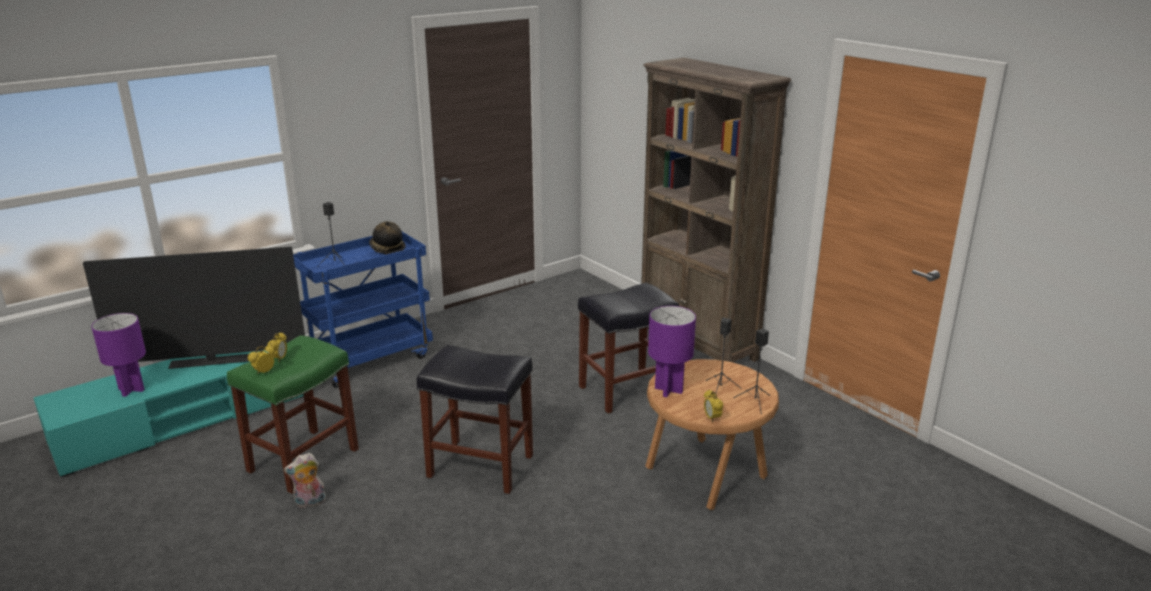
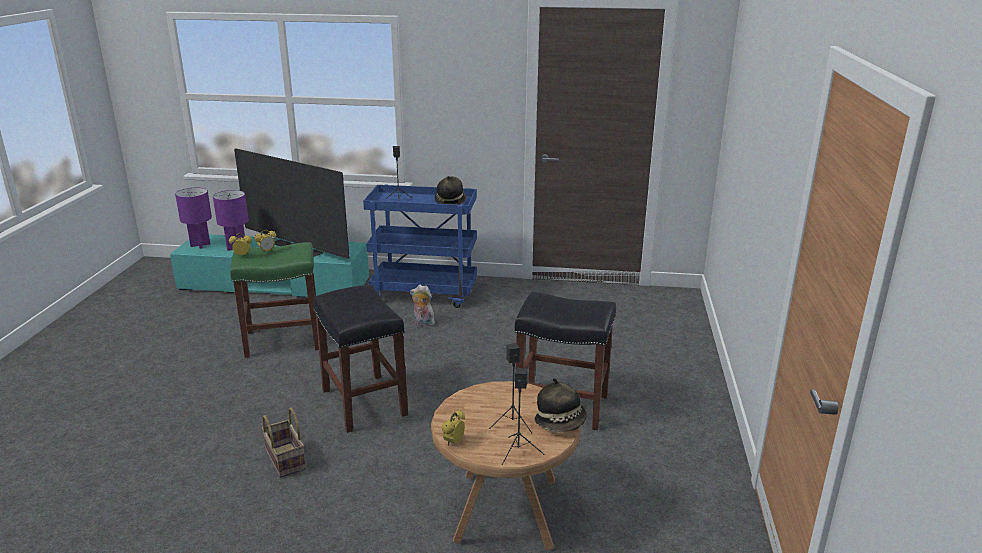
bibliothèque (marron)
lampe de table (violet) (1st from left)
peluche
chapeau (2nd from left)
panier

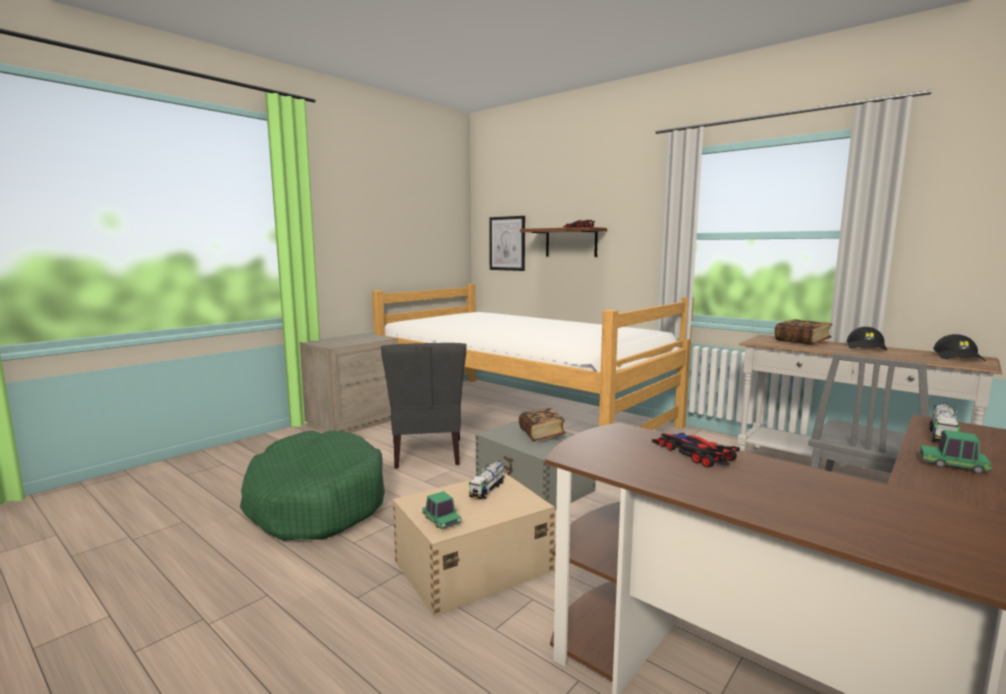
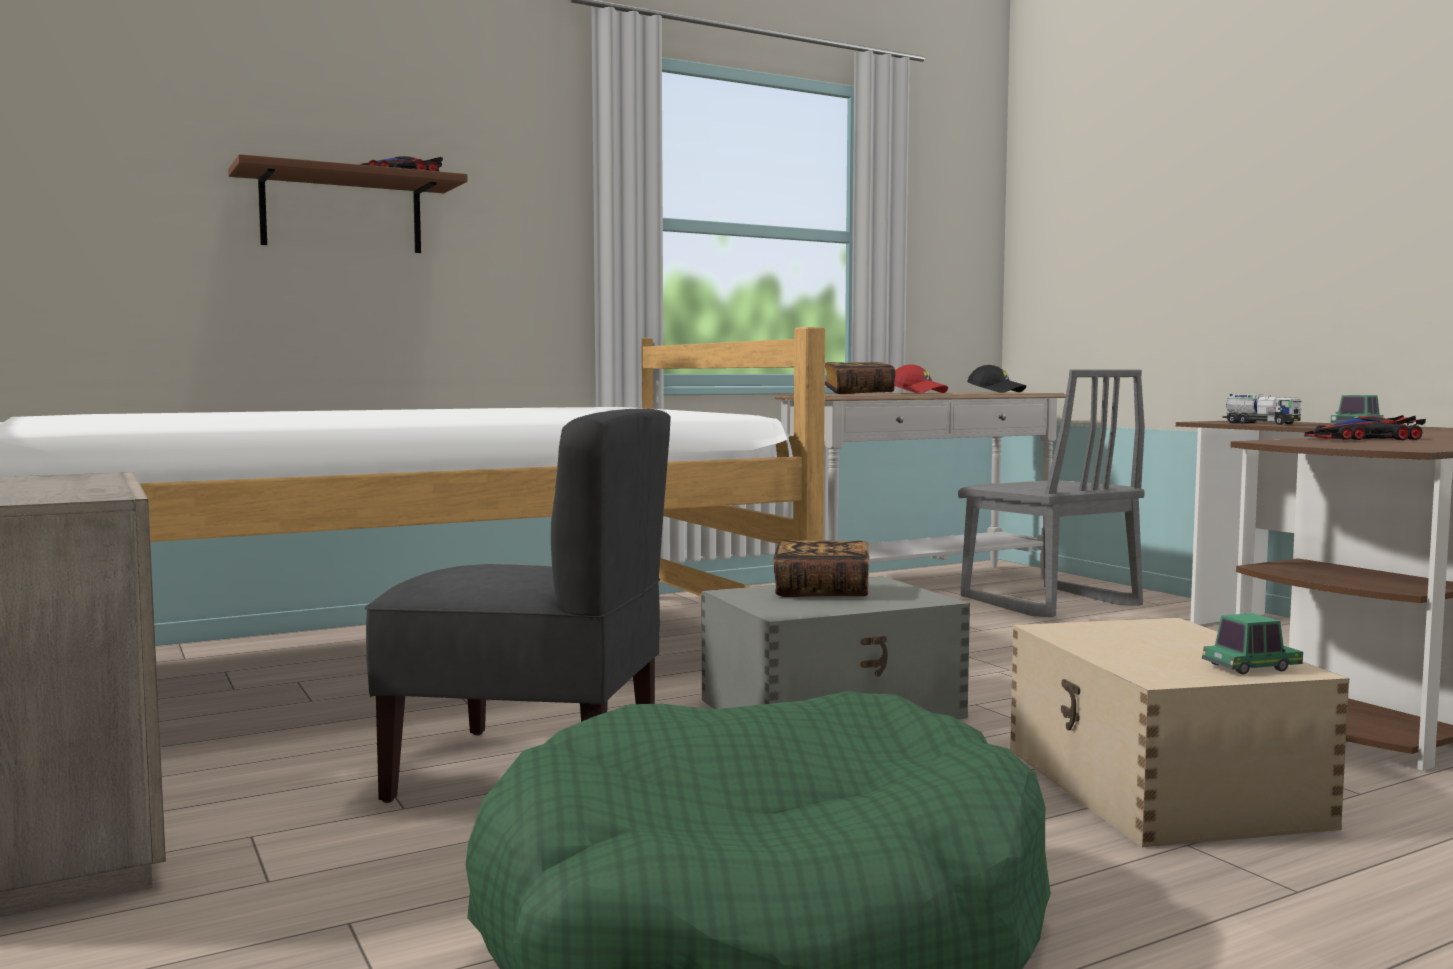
tableau
casquette (rouge)
camion jouet (1st from left in the first image)

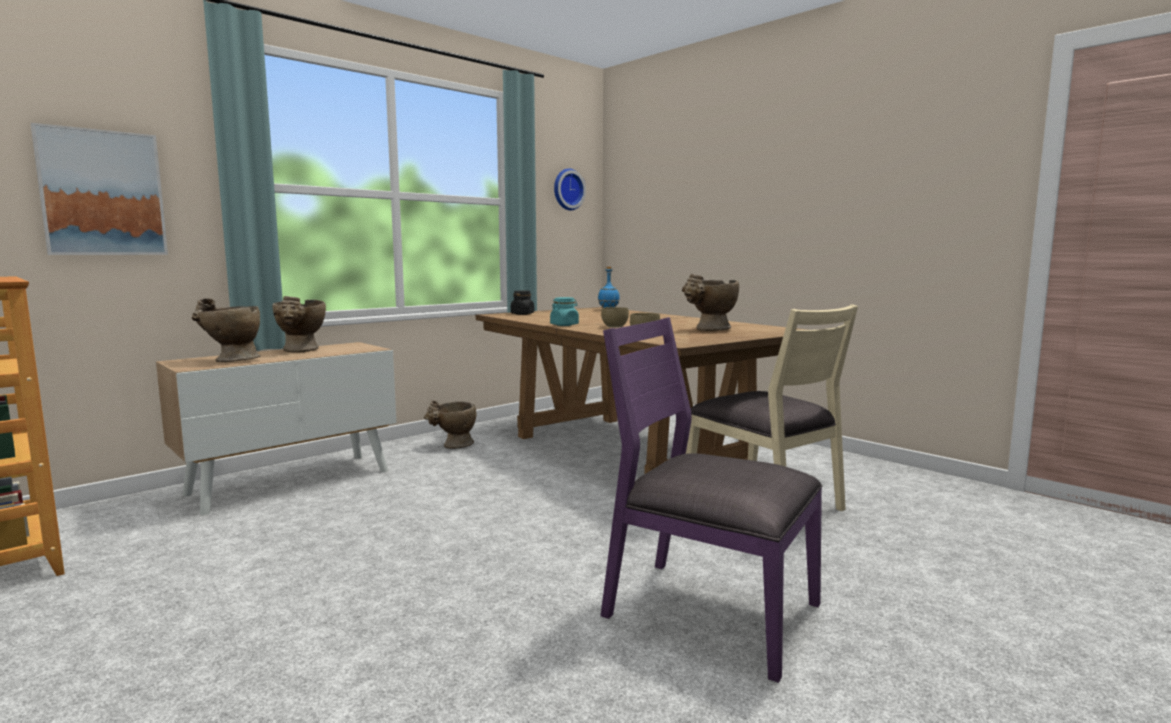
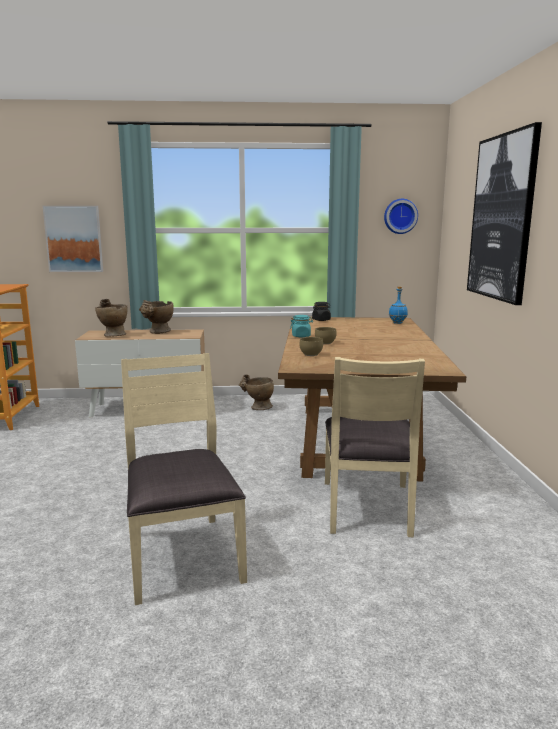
vase (beige) (4th from left in the first image)
chaise (beige) (1st from left)
tableau (2nd from left)

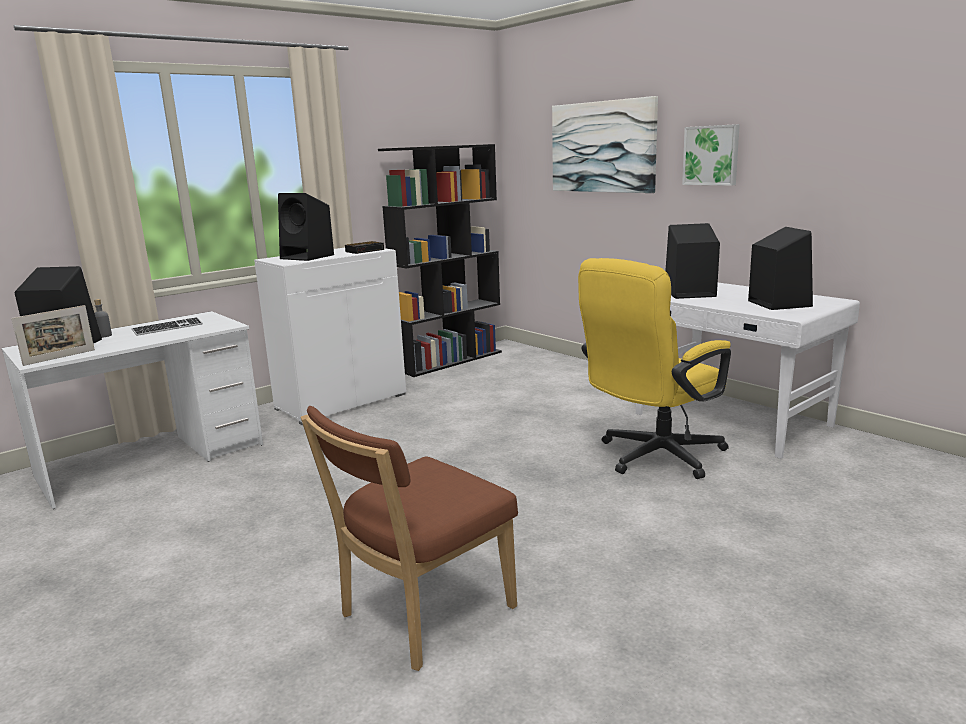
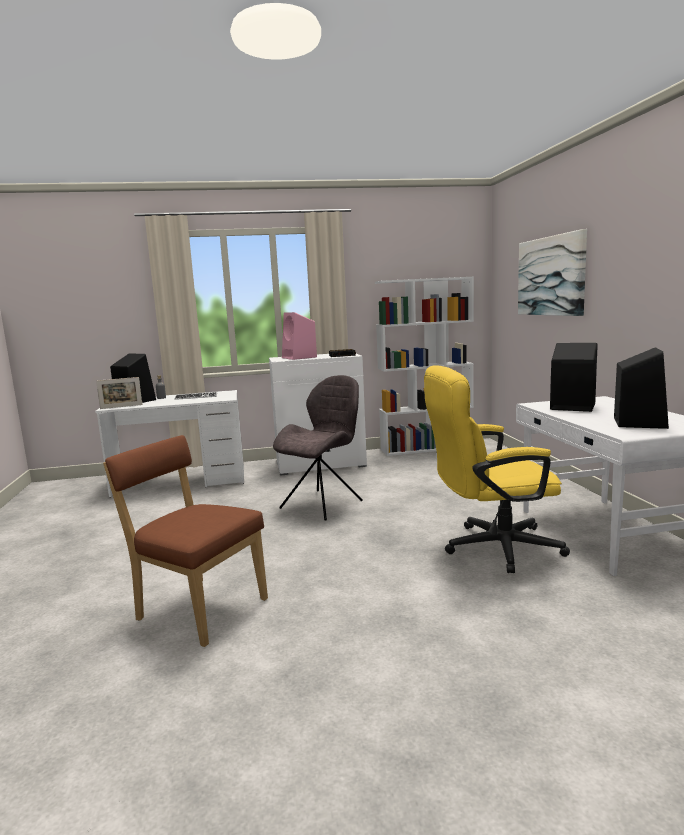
tableau (2nd from left in the first image)
bibliothèque (blanc)
enceinte (rose)
chaise (marron)
chaise (gris)

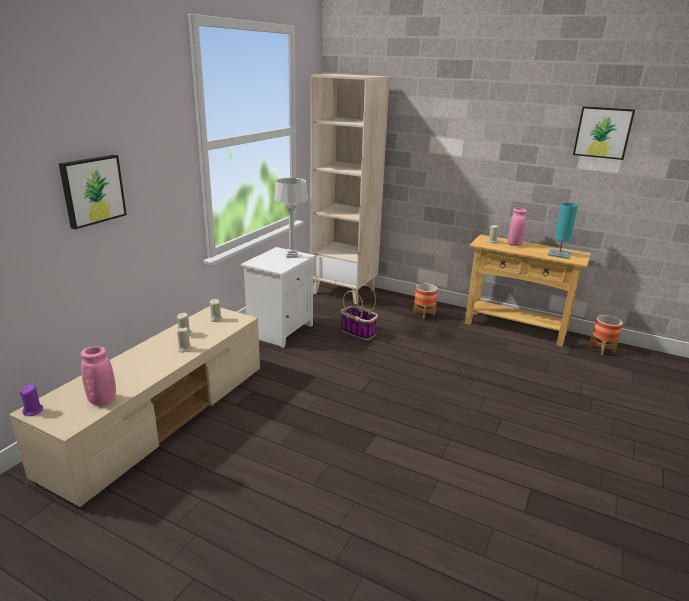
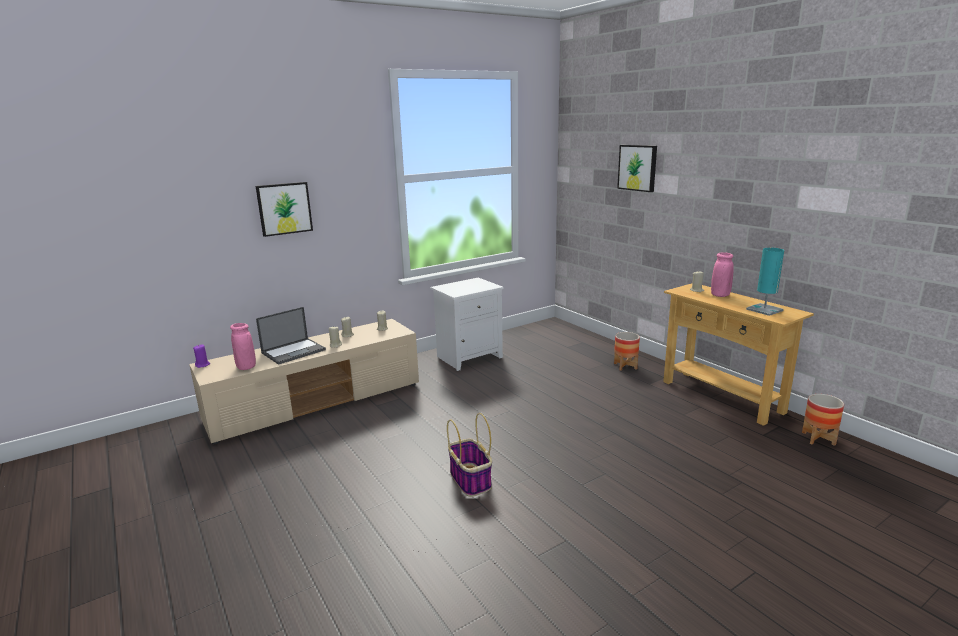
bibliothèque (beige)
tableau (2nd from left)
lampe de table (gris)
panier
ordinateur portable

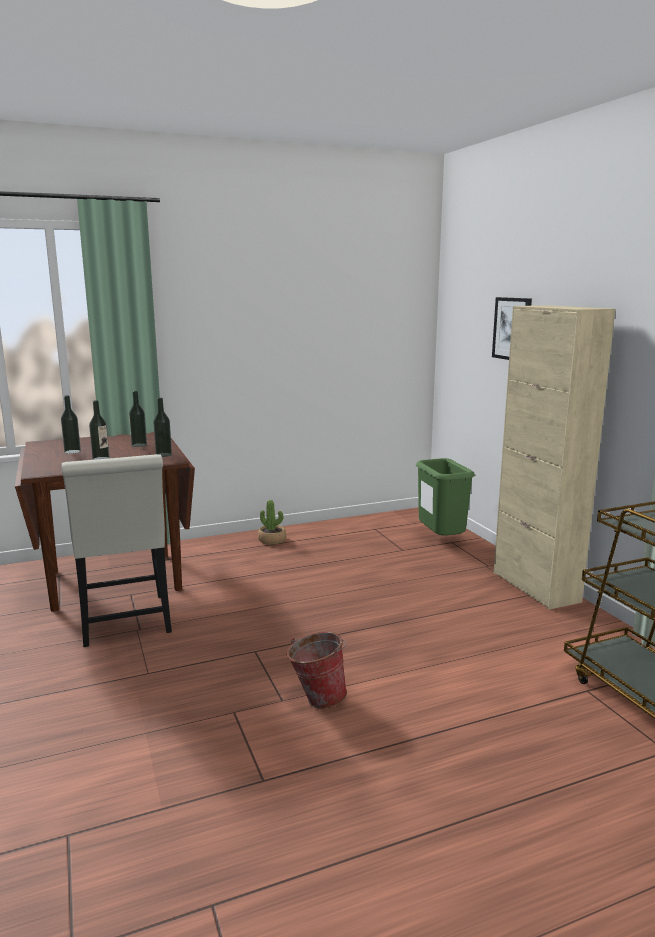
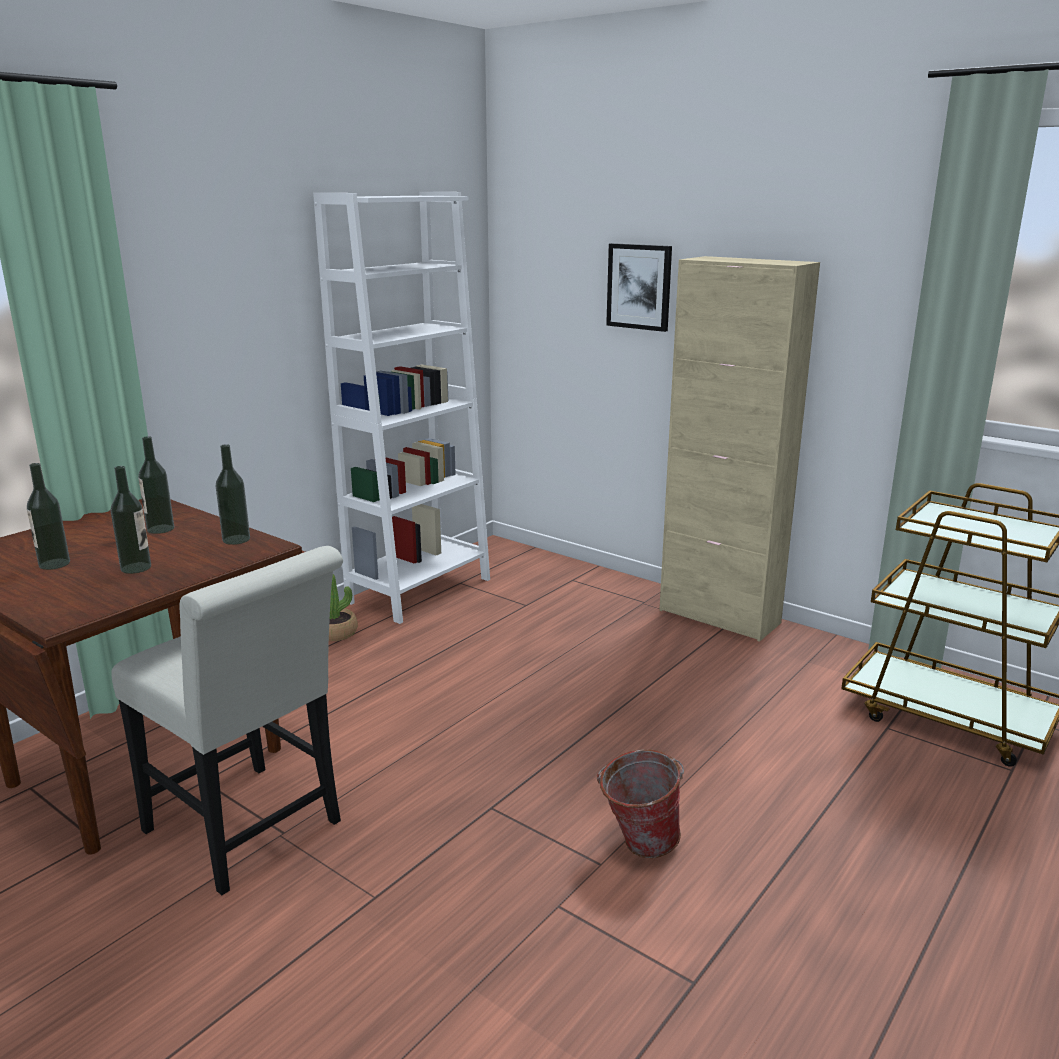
poubelle (vert)
bibliothèque (blanc)

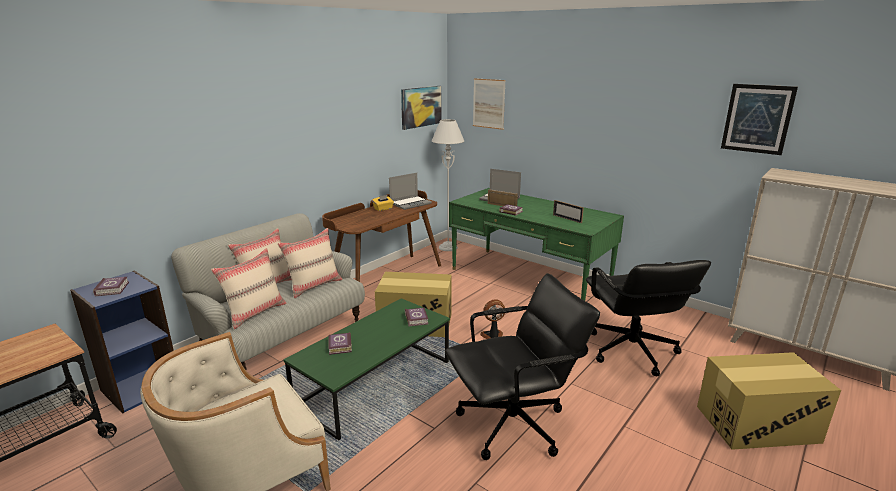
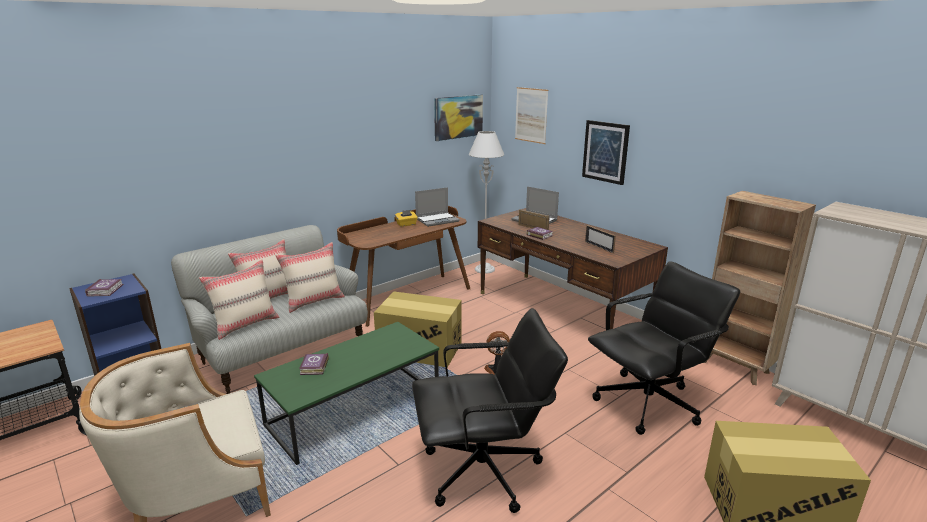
tableau (3rd from left)
bureau (marron) (2nd from left)
chaise de bureau (noir) (2nd from left)
livre (3rd from left in the first image)
bibliothèque (marron)

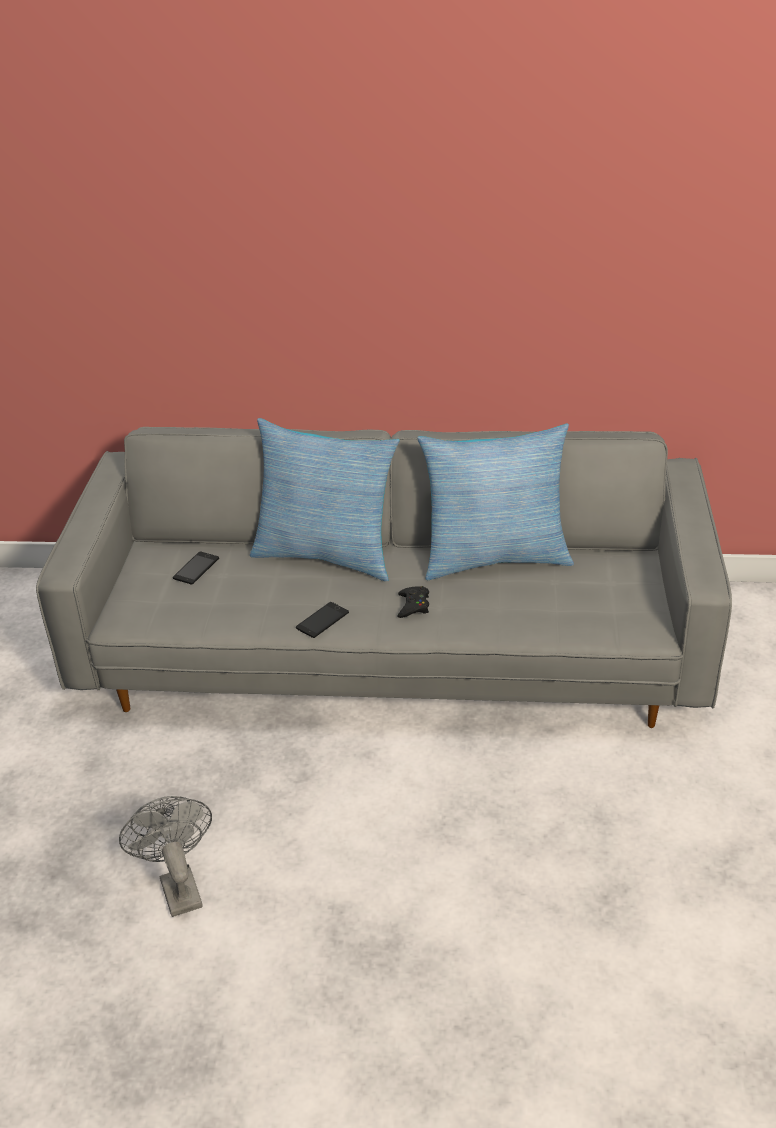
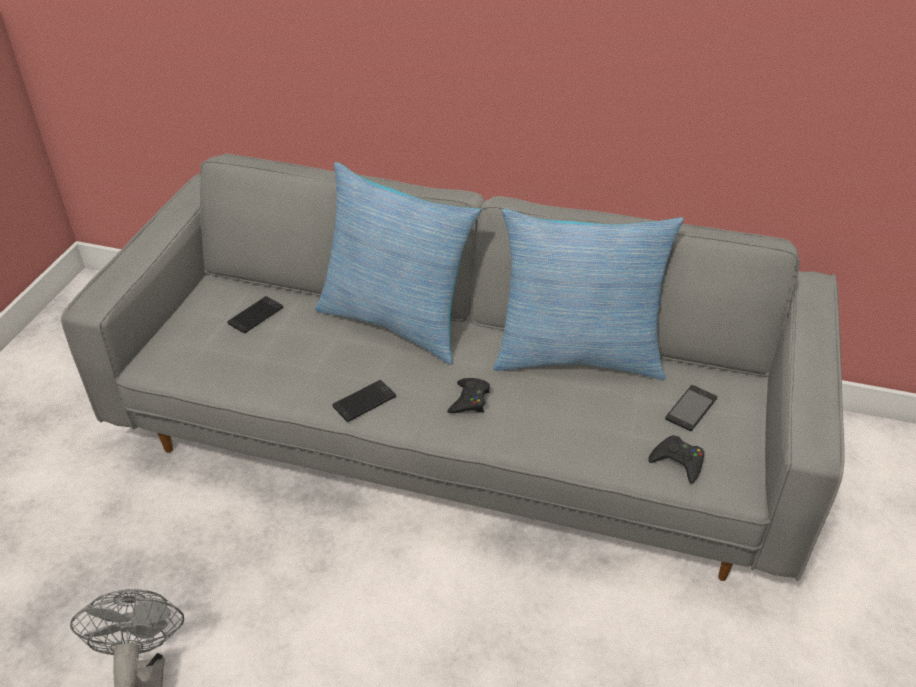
téléphone (3rd from left)
manette (noir) (2nd from left)

